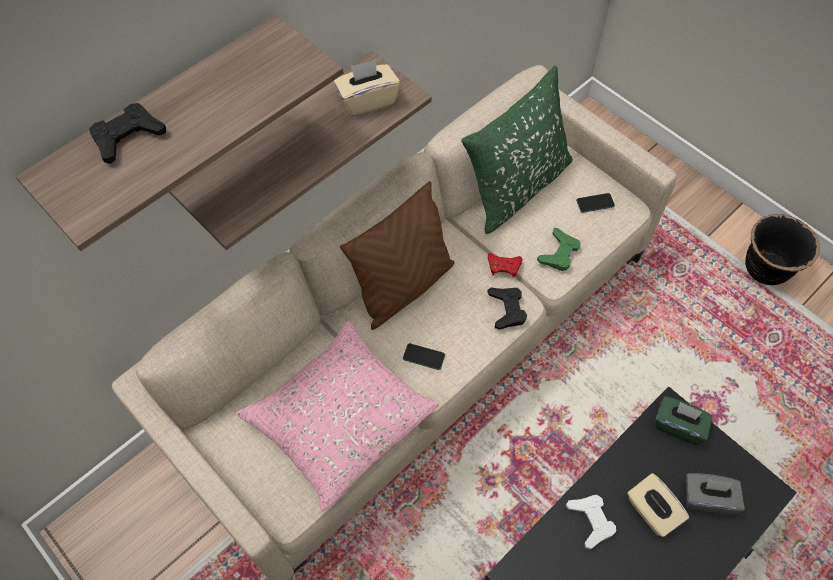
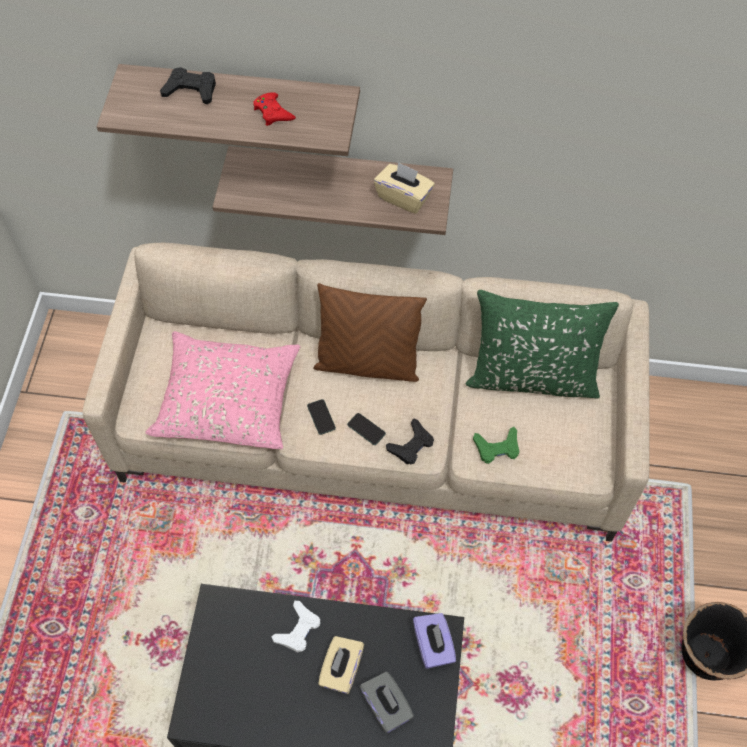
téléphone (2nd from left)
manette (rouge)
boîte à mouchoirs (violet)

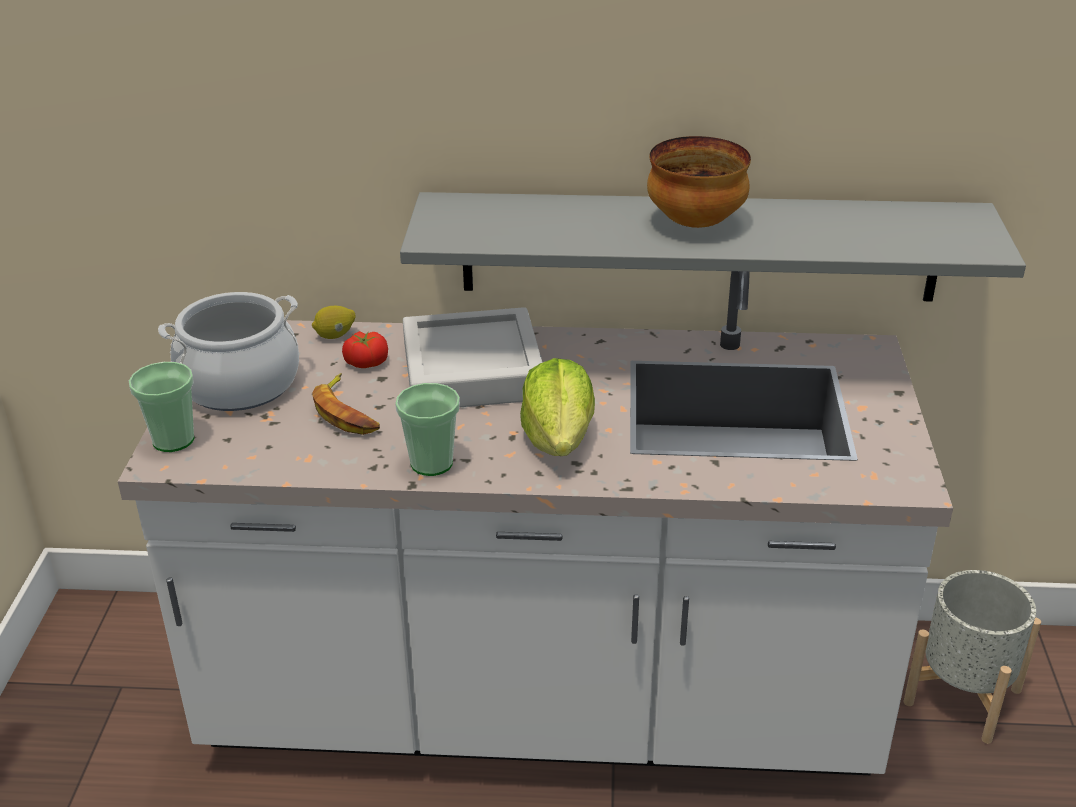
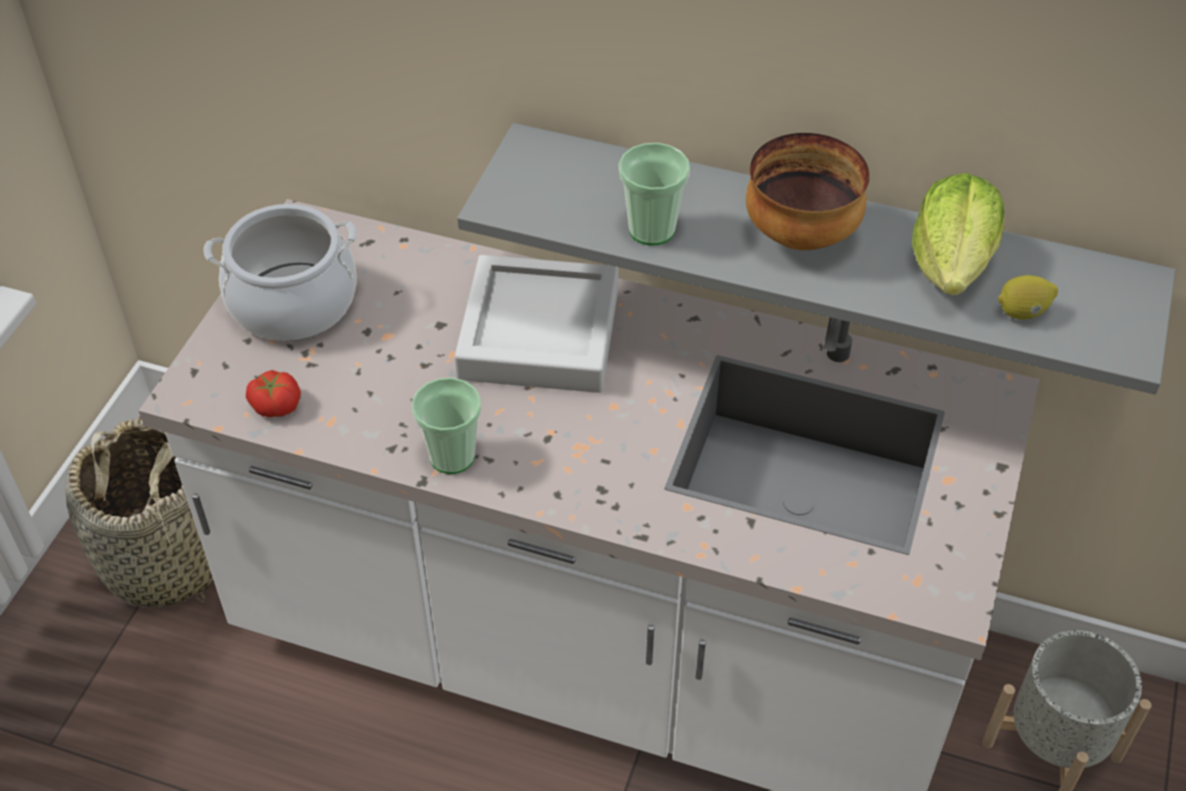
citron
tomate
laitue
tasse (2nd from left)
banane
panier

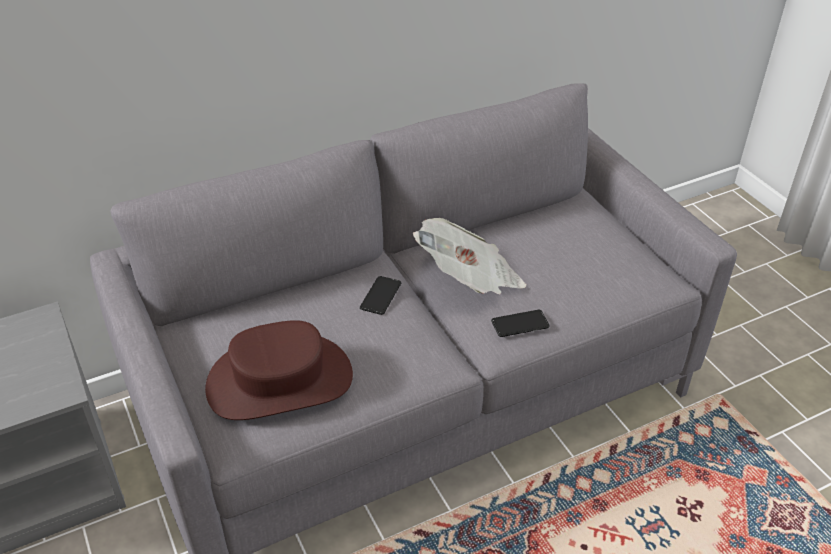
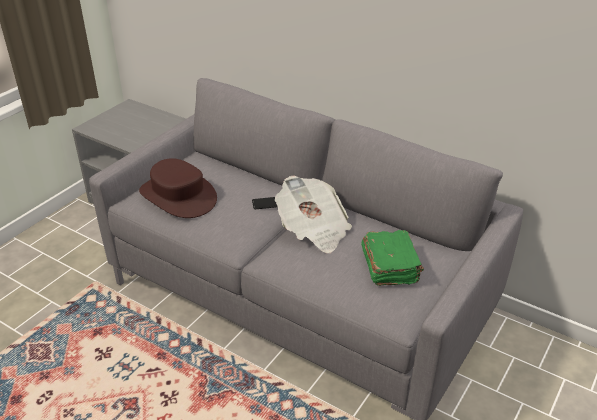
téléphone (2nd from left in the first image)
livre (vert)

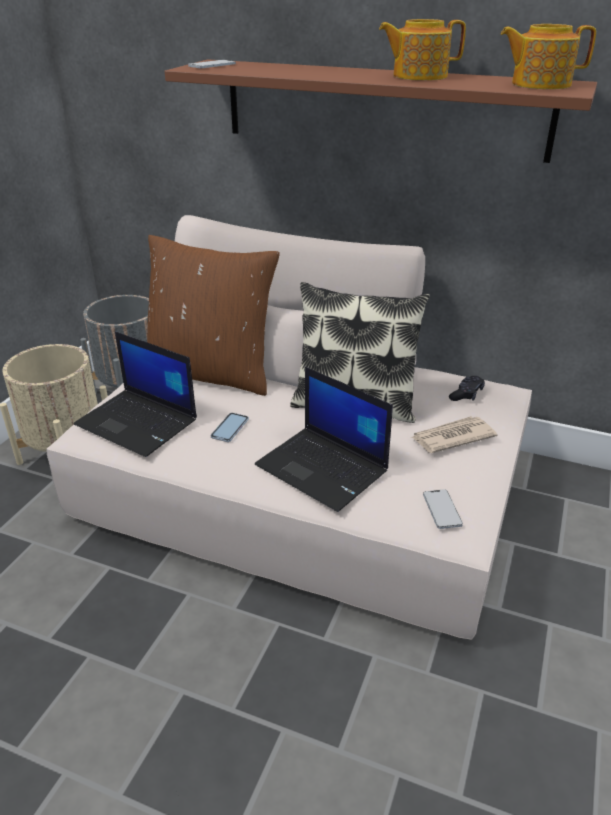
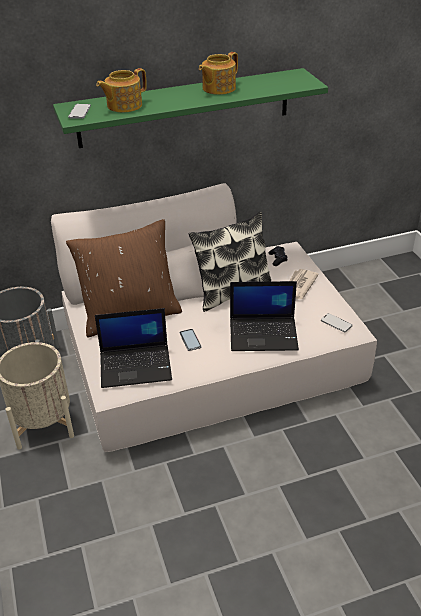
théière (1st from left)
étagère (vert)

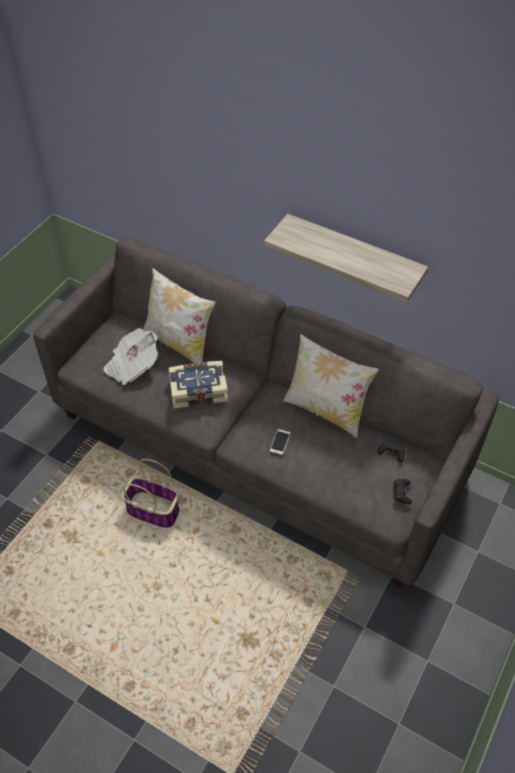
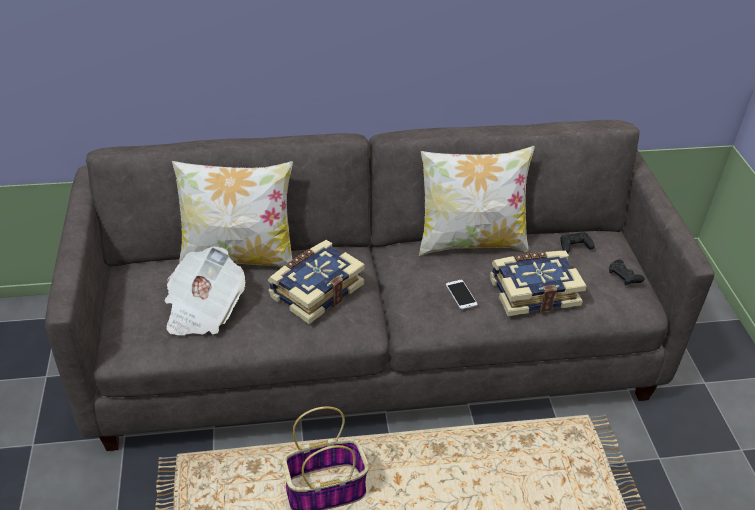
étagère
livre (2nd from left)

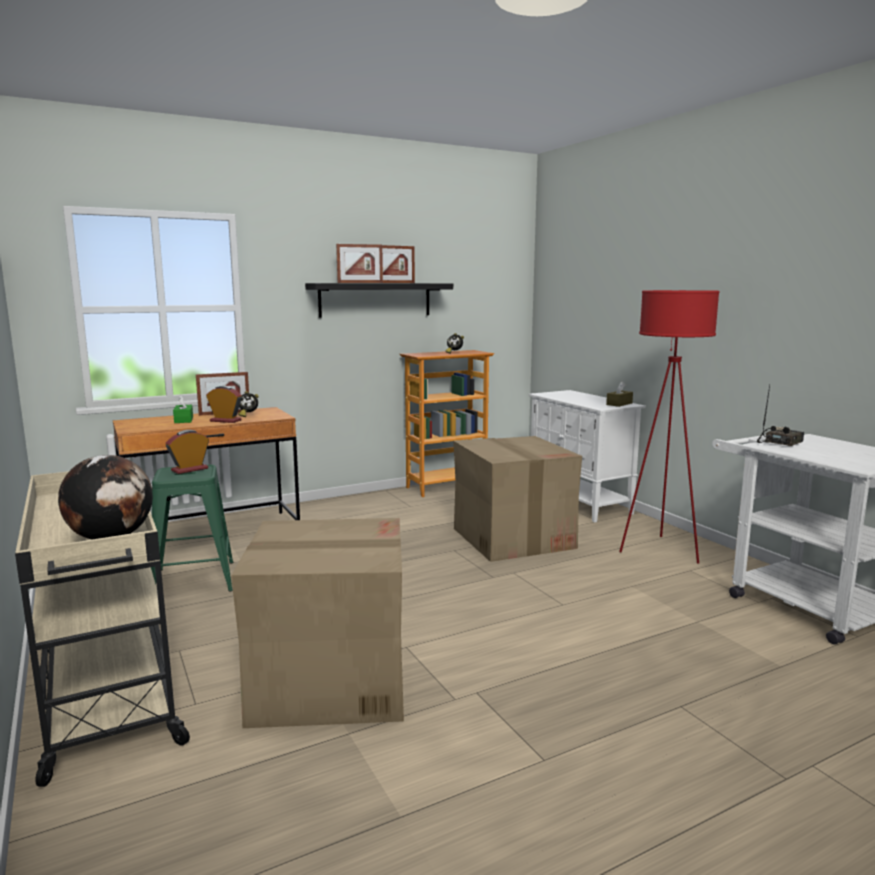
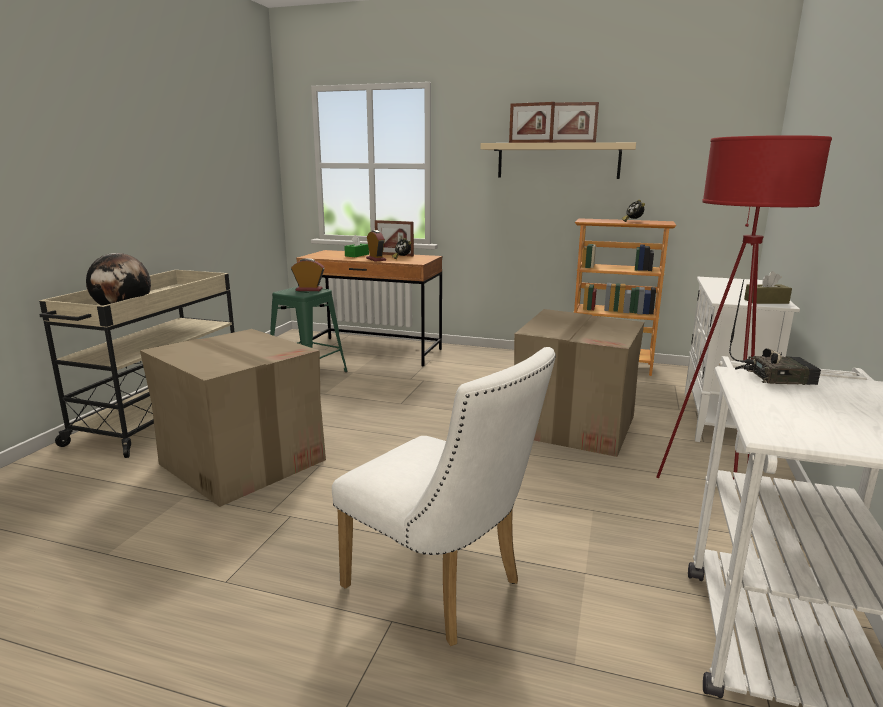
étagère (beige)
chaise (blanc)

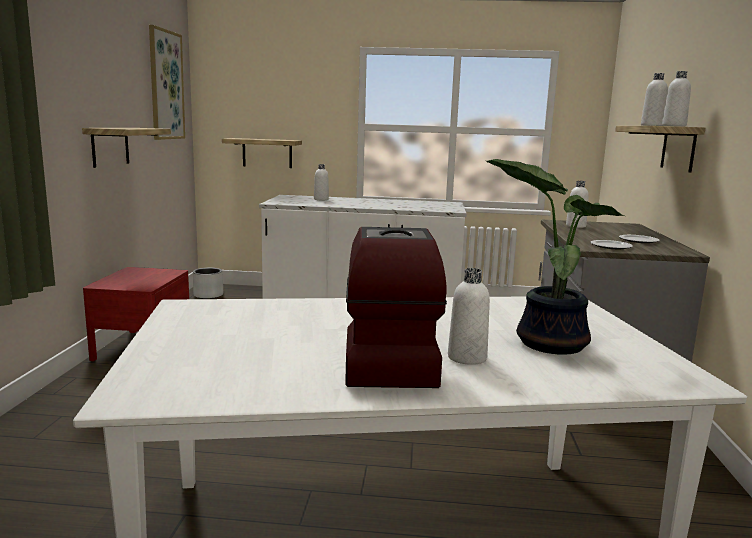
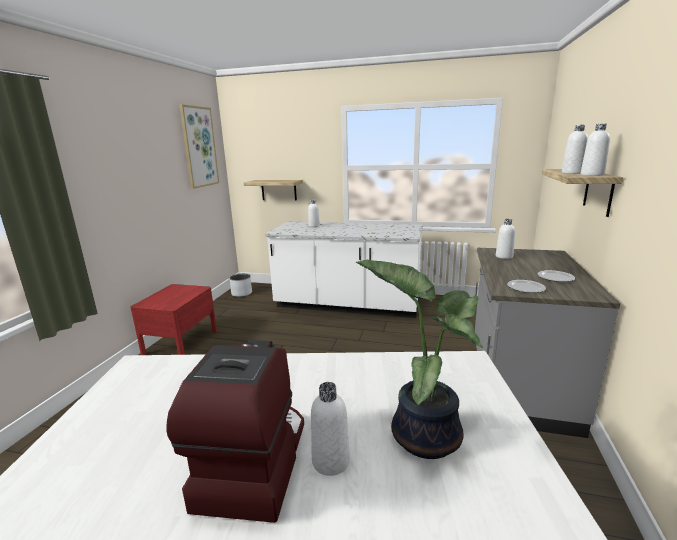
étagère (1st from left in the first image)

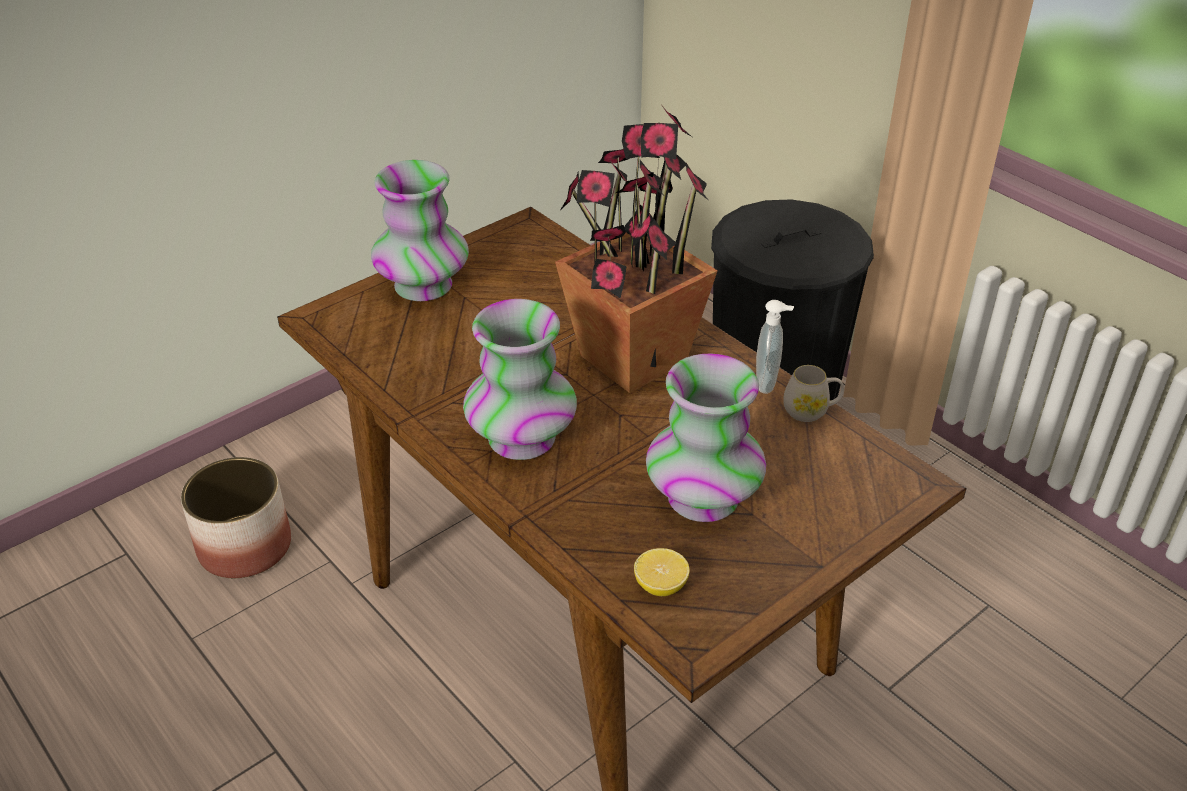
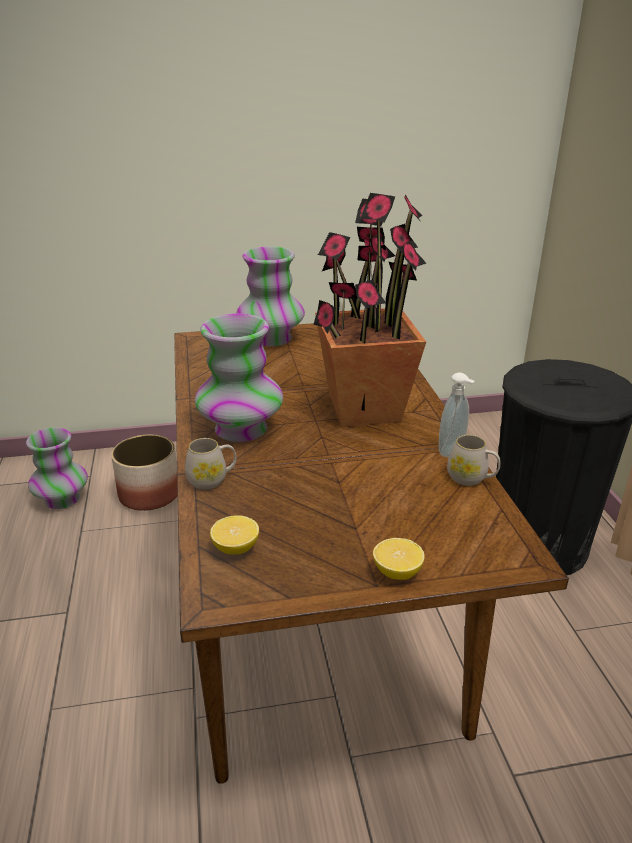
vase (1st from left)
mug (blanc) (1st from left)
citron (2nd from left)

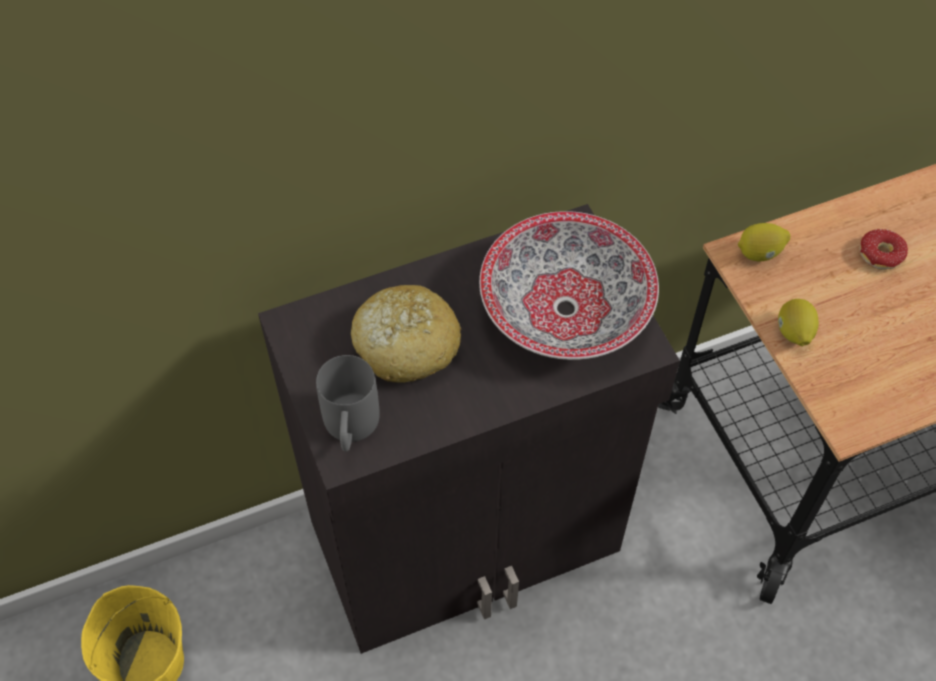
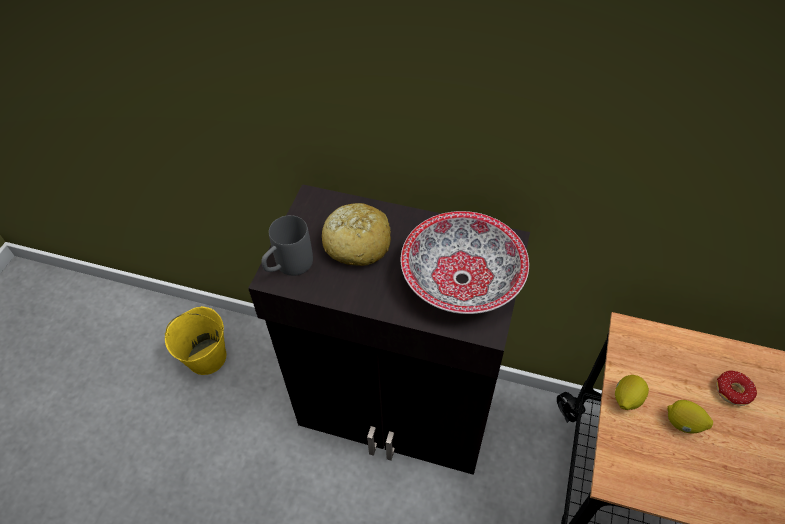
citron (2nd from left)

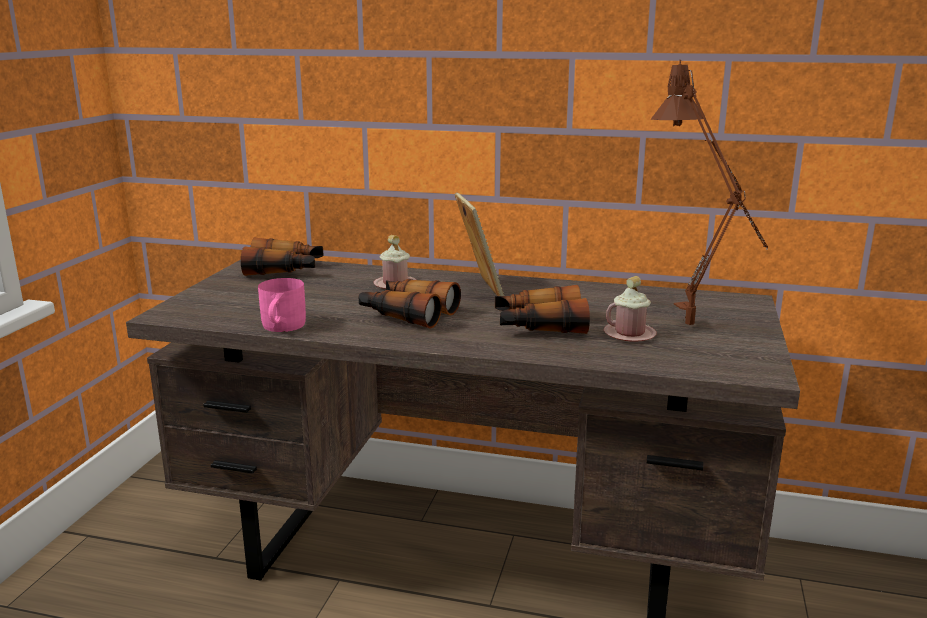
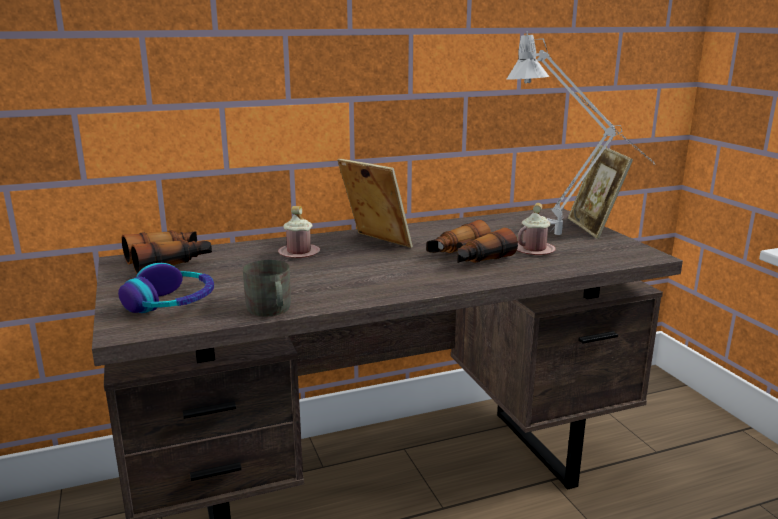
lampe de table (gris)
mug (gris)
jumelles (2nd from left in the first image)
cadre photo (2nd from left)
casque audio

